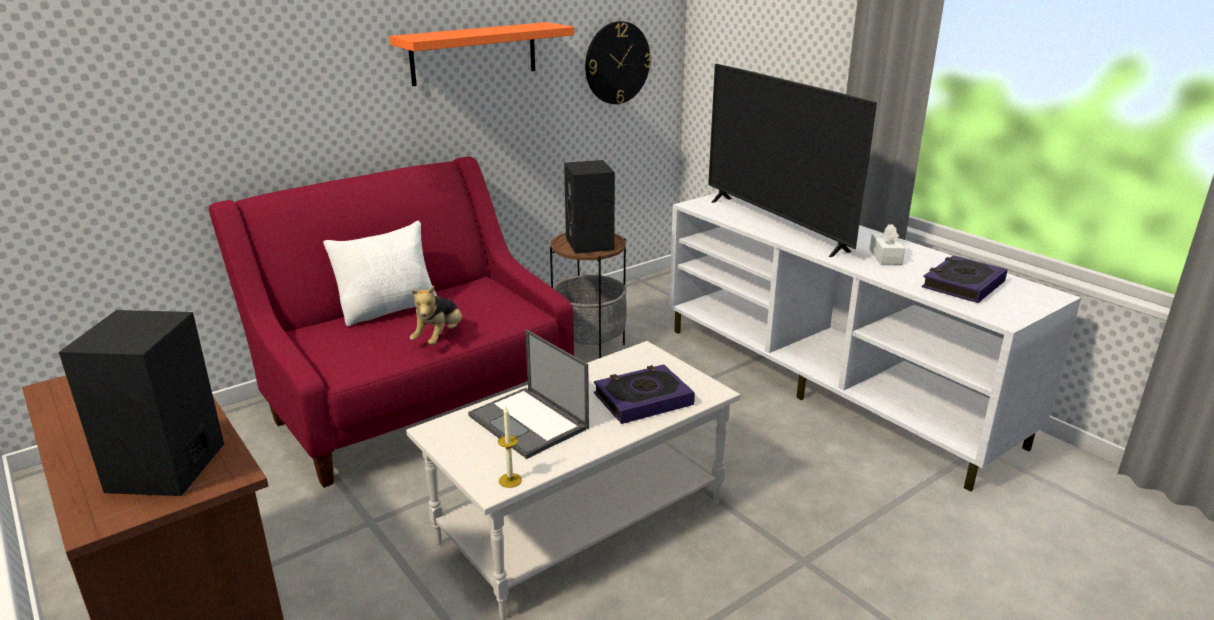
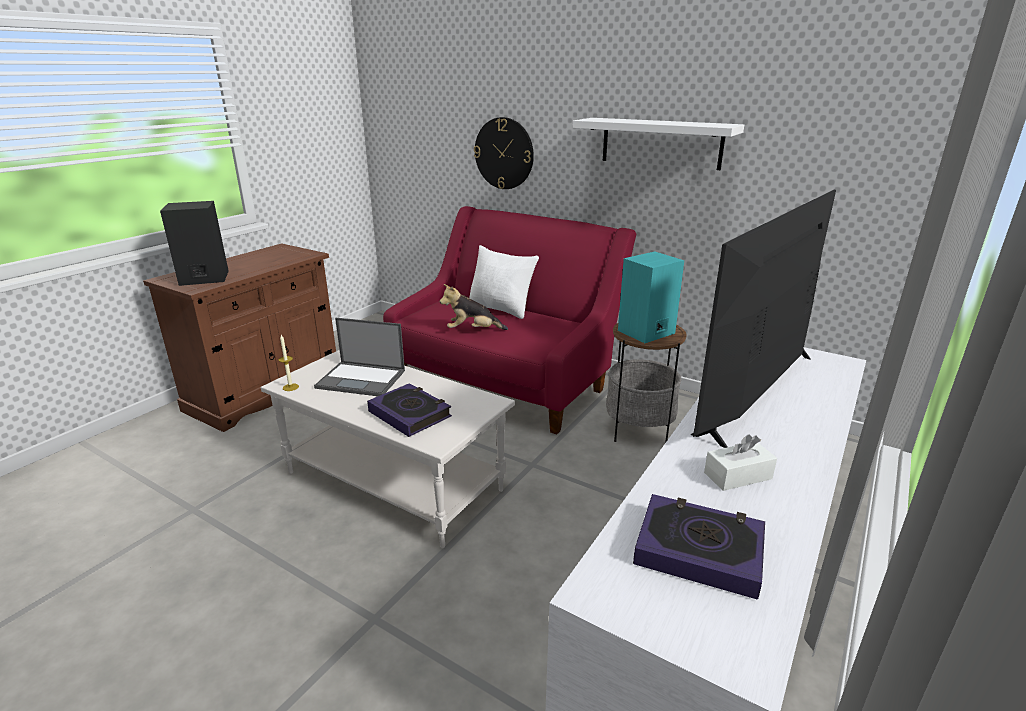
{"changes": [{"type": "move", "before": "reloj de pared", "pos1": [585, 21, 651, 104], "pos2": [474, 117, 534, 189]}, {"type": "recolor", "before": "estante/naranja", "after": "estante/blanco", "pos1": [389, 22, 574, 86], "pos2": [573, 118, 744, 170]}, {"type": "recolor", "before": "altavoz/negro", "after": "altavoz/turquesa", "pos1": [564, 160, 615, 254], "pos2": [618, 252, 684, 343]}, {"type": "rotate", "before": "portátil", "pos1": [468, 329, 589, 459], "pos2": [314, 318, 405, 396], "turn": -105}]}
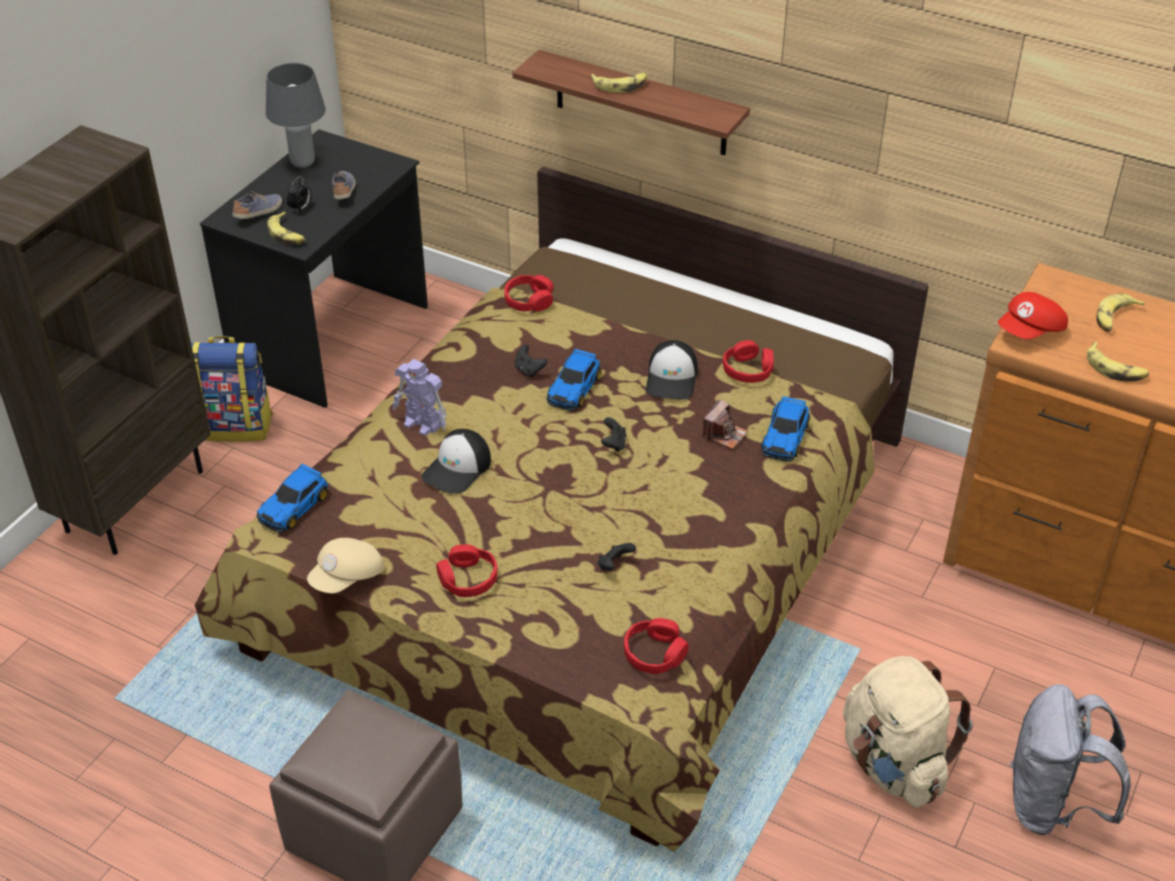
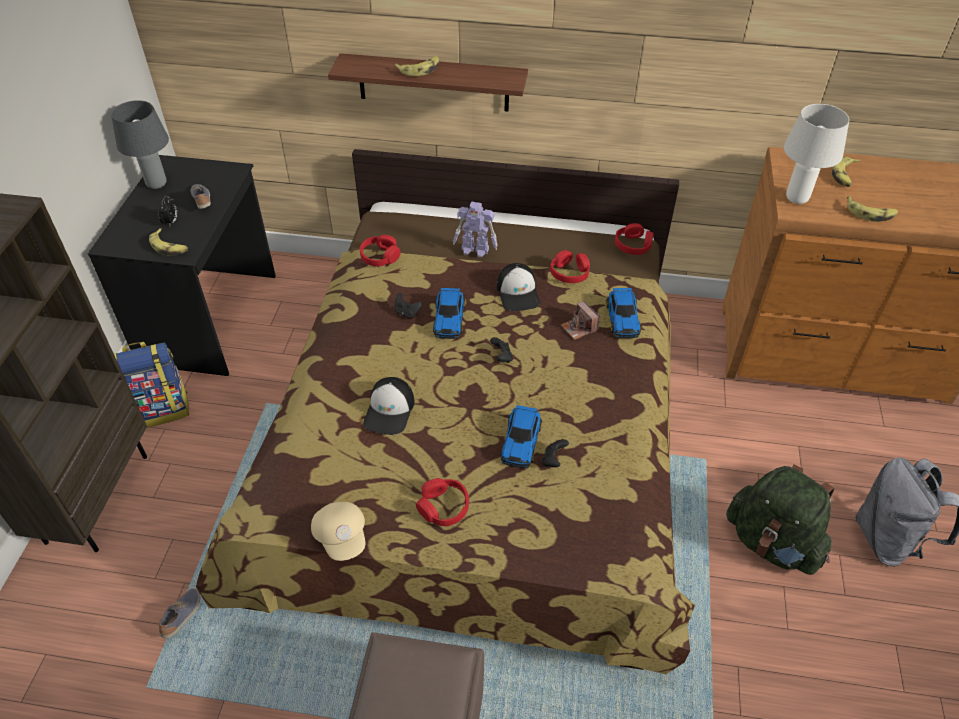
{"changes": [{"type": "move", "before": "zapato", "pos1": [232, 192, 282, 219], "pos2": [159, 588, 200, 638]}, {"type": "move", "before": "coche de juguete", "pos1": [257, 463, 328, 533], "pos2": [500, 405, 542, 468]}, {"type": "move", "before": "robot de juguete", "pos1": [393, 359, 447, 436], "pos2": [453, 202, 497, 257]}, {"type": "move", "before": "auriculares/rojo", "pos1": [624, 618, 689, 674], "pos2": [615, 223, 654, 255]}, {"type": "replace", "before": "gorra/rojo", "after": "lámpara de mesa/blanco", "pos1": [998, 292, 1068, 339], "pos2": [784, 104, 849, 204]}, {"type": "recolor", "before": "mochila/beis", "after": "mochila/verde", "pos1": [843, 656, 973, 807], "pos2": [726, 464, 835, 575]}, {"type": "rotate", "before": "gorra/beis", "pos1": [307, 538, 384, 593], "pos2": [311, 502, 365, 561], "turn": -45}, {"type": "rotate", "before": "cámara", "pos1": [702, 399, 748, 449], "pos2": [561, 301, 600, 340], "turn": 135}]}
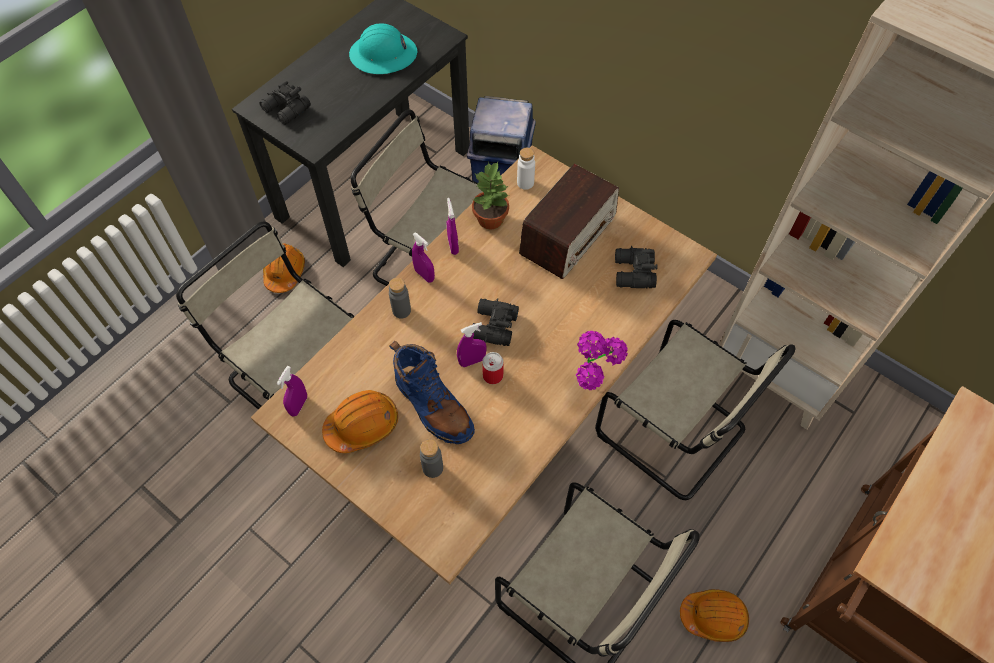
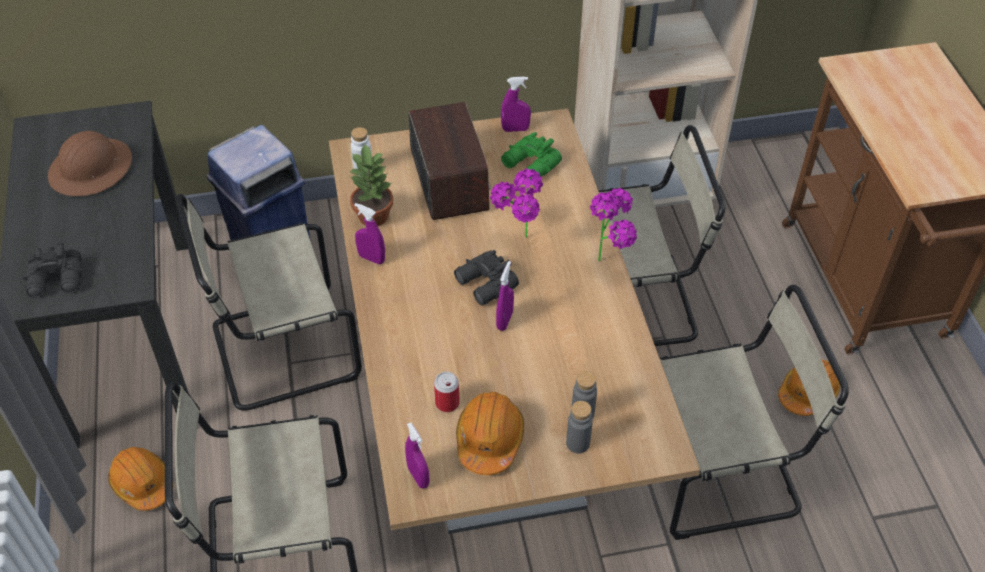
{"changes": [{"type": "delete", "before": "bota/azul", "pos1": [389, 341, 475, 444]}, {"type": "insert", "after": "planta en maceta", "pos2": [490, 168, 543, 237]}, {"type": "move", "before": "botella/gris", "pos1": [389, 277, 411, 319], "pos2": [566, 401, 593, 453]}, {"type": "move", "before": "pulverizador/morado", "pos1": [412, 232, 435, 283], "pos2": [501, 77, 531, 132]}, {"type": "move", "before": "lata", "pos1": [482, 352, 504, 384], "pos2": [434, 372, 460, 412]}, {"type": "recolor", "before": "casco/turquesa", "after": "casco/marrón", "pos1": [349, 23, 417, 74], "pos2": [48, 131, 132, 196]}, {"type": "recolor", "before": "prismáticos/negro", "after": "prismáticos/verde", "pos1": [615, 246, 657, 288], "pos2": [501, 132, 562, 179]}]}
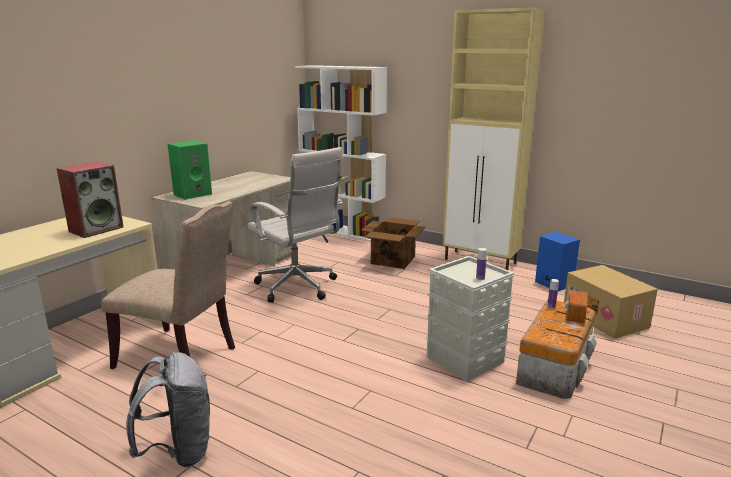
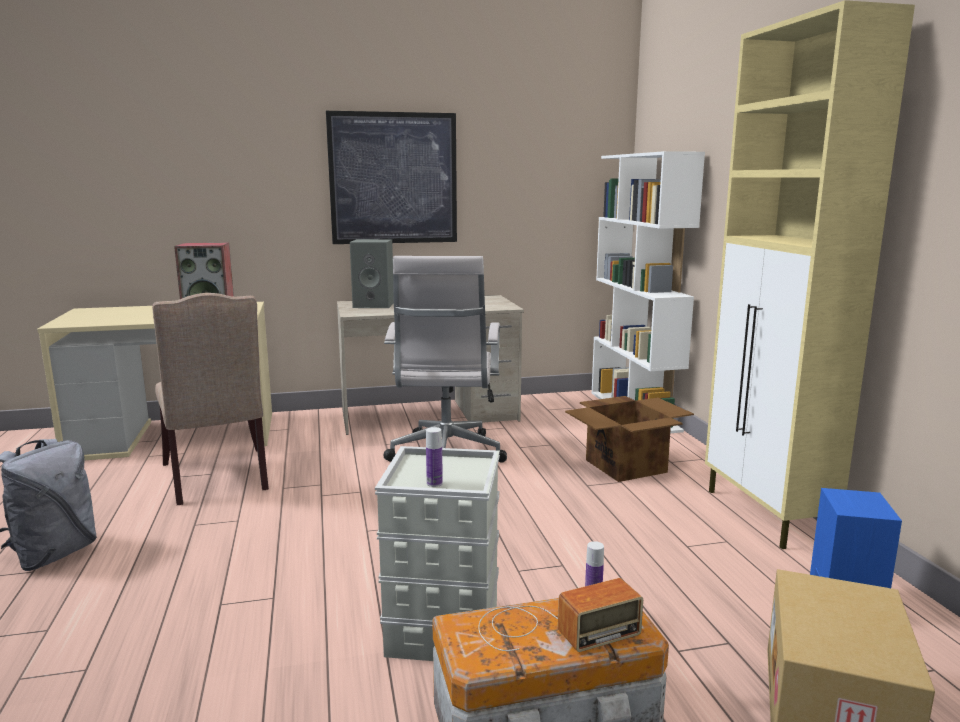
{"changes": [{"type": "insert", "after": "cuadro", "pos2": [326, 111, 457, 244]}, {"type": "recolor", "before": "altavoz/verde", "after": "altavoz/gris", "pos1": [168, 140, 212, 200], "pos2": [350, 239, 394, 308]}]}
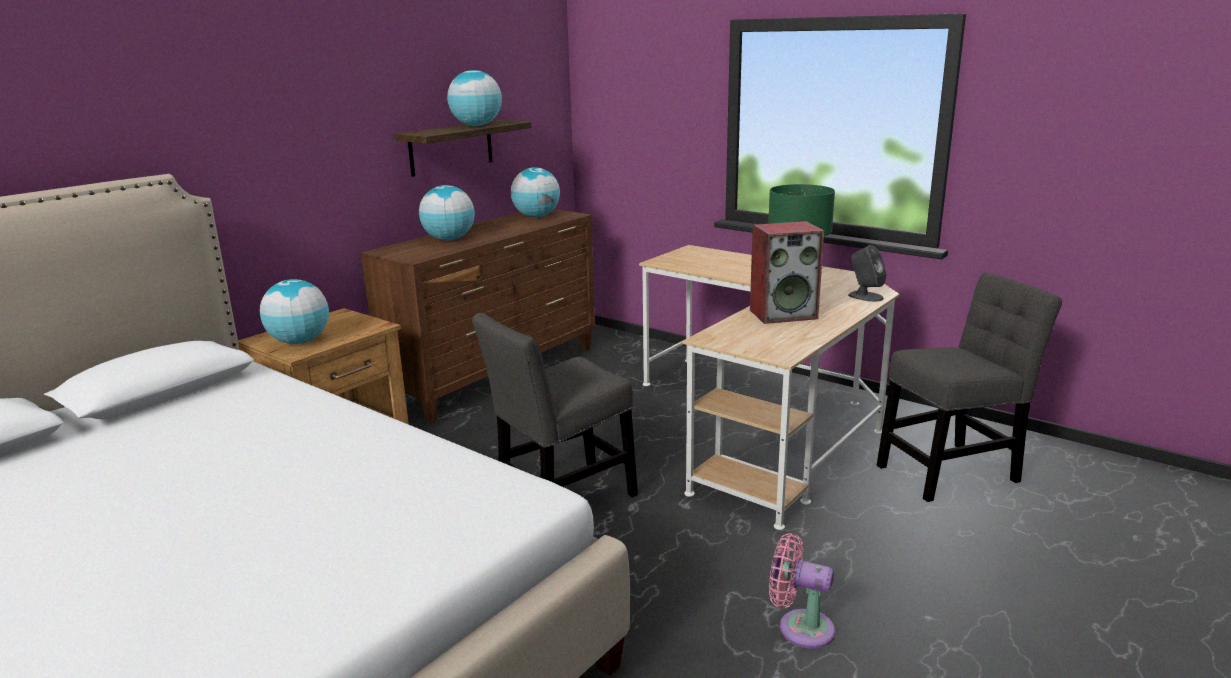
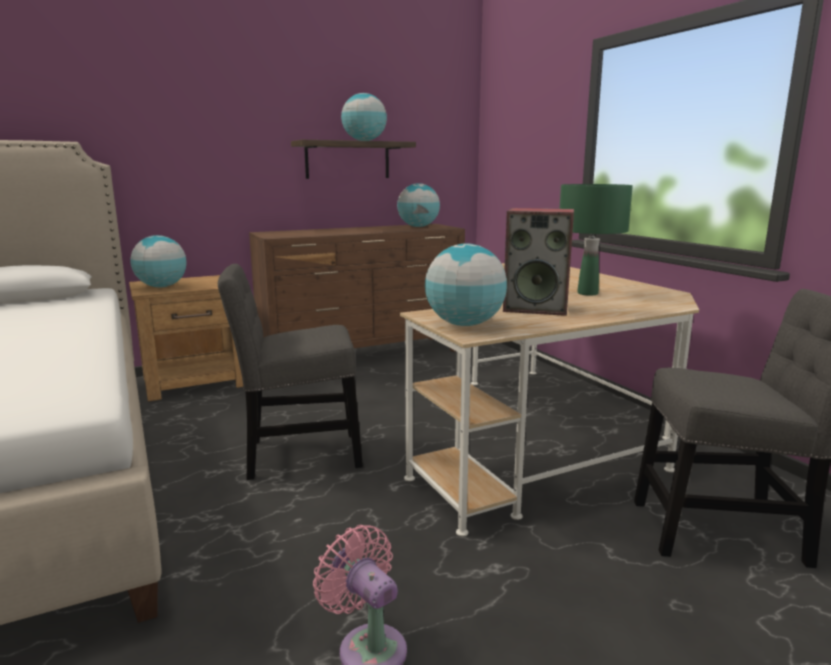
{"changes": [{"type": "delete", "before": "altavoz/gris", "pos1": [848, 245, 887, 302]}, {"type": "move", "before": "globo terráqueo", "pos1": [419, 185, 475, 241], "pos2": [425, 244, 507, 326]}]}
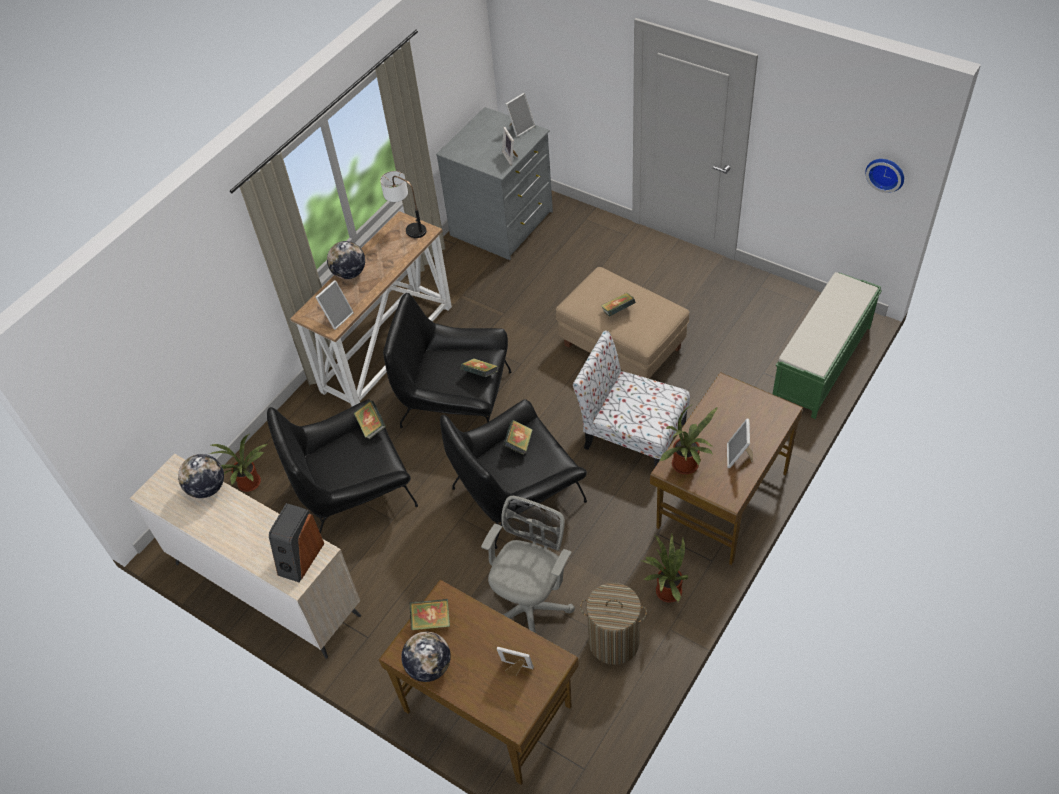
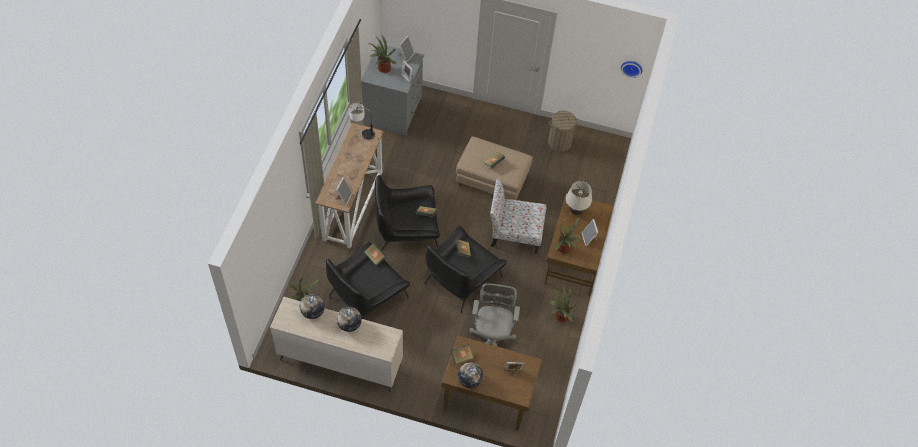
{"changes": [{"type": "delete", "before": "altavoz", "pos1": [269, 503, 324, 583]}, {"type": "delete", "before": "banco/verde", "pos1": [773, 272, 882, 419]}, {"type": "insert", "after": "planta en maceta", "pos2": [369, 36, 397, 73]}, {"type": "insert", "after": "lámpara de mesa/beis", "pos2": [566, 181, 592, 215]}, {"type": "move", "before": "globo terráqueo", "pos1": [327, 241, 365, 279], "pos2": [336, 307, 362, 332]}, {"type": "move", "before": "cesto de la ropa", "pos1": [580, 583, 647, 665], "pos2": [548, 111, 579, 152]}]}
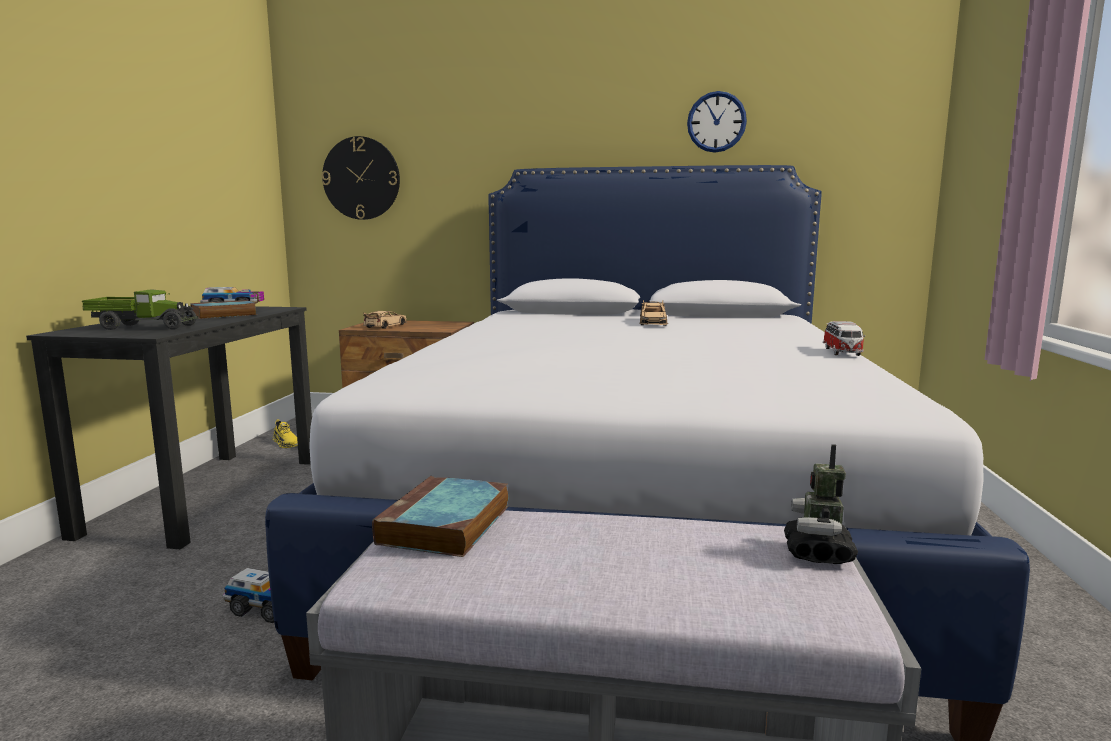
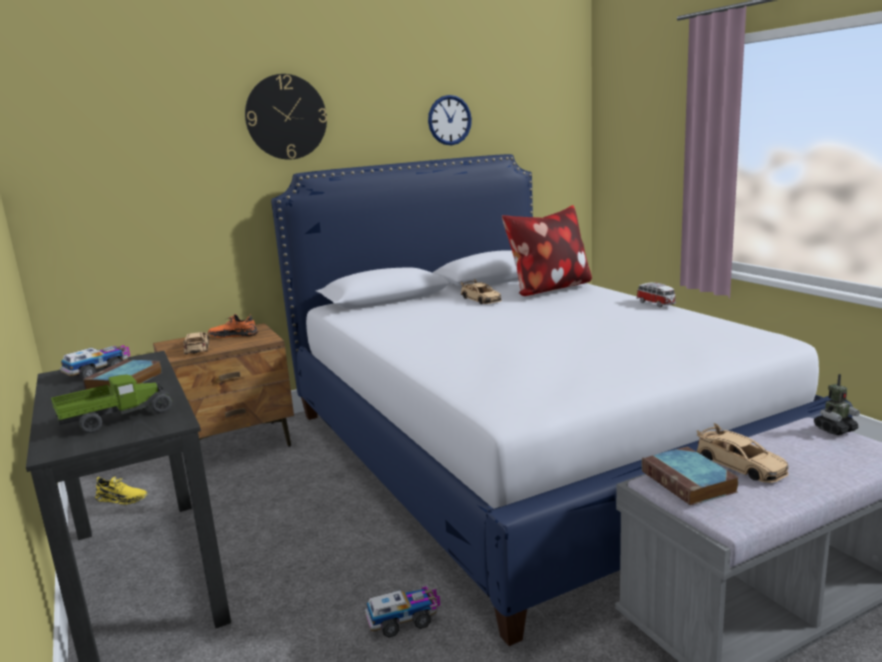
{"changes": [{"type": "insert", "after": "zapato/naranja", "pos2": [208, 314, 258, 338]}, {"type": "insert", "after": "cojín", "pos2": [502, 205, 592, 296]}, {"type": "insert", "after": "coche de juguete/beis", "pos2": [696, 423, 789, 483]}, {"type": "move", "before": "reloj de pared", "pos1": [321, 136, 400, 220], "pos2": [245, 74, 327, 160]}, {"type": "rotate", "before": "robot de juguete", "pos1": [784, 444, 858, 564], "pos2": [814, 374, 860, 435], "turn": -90}]}
